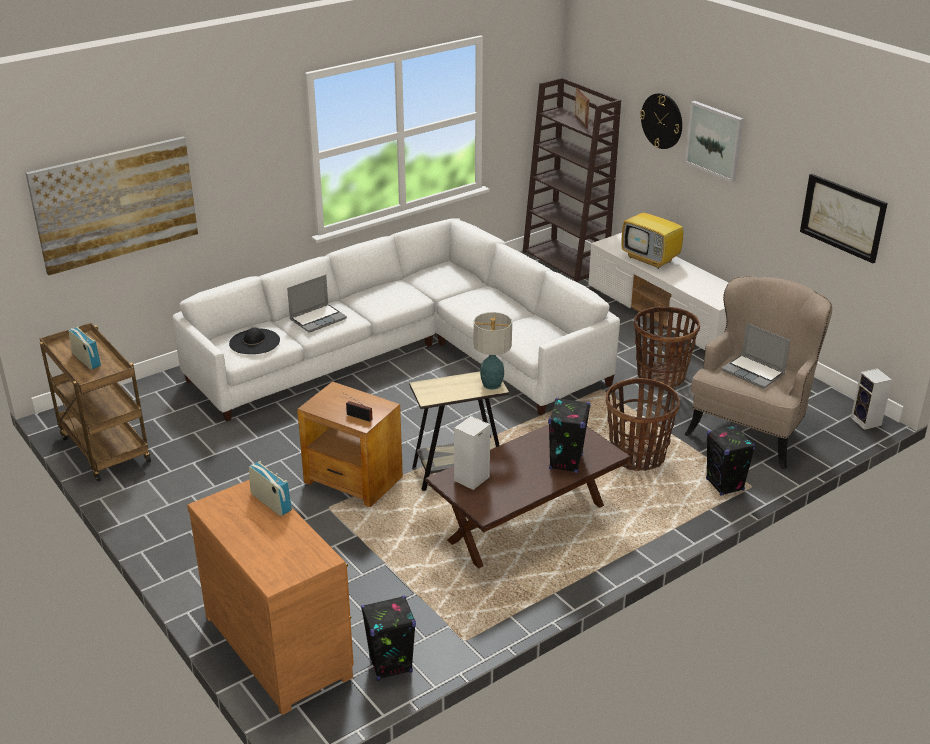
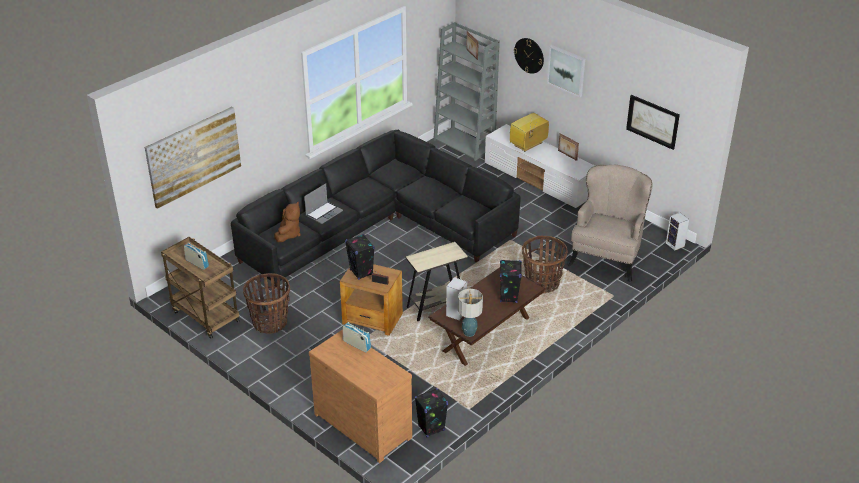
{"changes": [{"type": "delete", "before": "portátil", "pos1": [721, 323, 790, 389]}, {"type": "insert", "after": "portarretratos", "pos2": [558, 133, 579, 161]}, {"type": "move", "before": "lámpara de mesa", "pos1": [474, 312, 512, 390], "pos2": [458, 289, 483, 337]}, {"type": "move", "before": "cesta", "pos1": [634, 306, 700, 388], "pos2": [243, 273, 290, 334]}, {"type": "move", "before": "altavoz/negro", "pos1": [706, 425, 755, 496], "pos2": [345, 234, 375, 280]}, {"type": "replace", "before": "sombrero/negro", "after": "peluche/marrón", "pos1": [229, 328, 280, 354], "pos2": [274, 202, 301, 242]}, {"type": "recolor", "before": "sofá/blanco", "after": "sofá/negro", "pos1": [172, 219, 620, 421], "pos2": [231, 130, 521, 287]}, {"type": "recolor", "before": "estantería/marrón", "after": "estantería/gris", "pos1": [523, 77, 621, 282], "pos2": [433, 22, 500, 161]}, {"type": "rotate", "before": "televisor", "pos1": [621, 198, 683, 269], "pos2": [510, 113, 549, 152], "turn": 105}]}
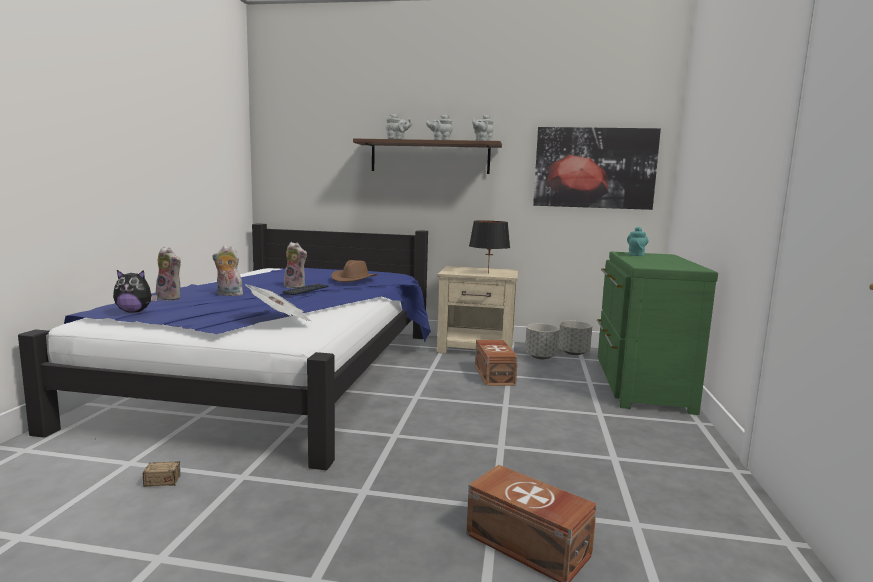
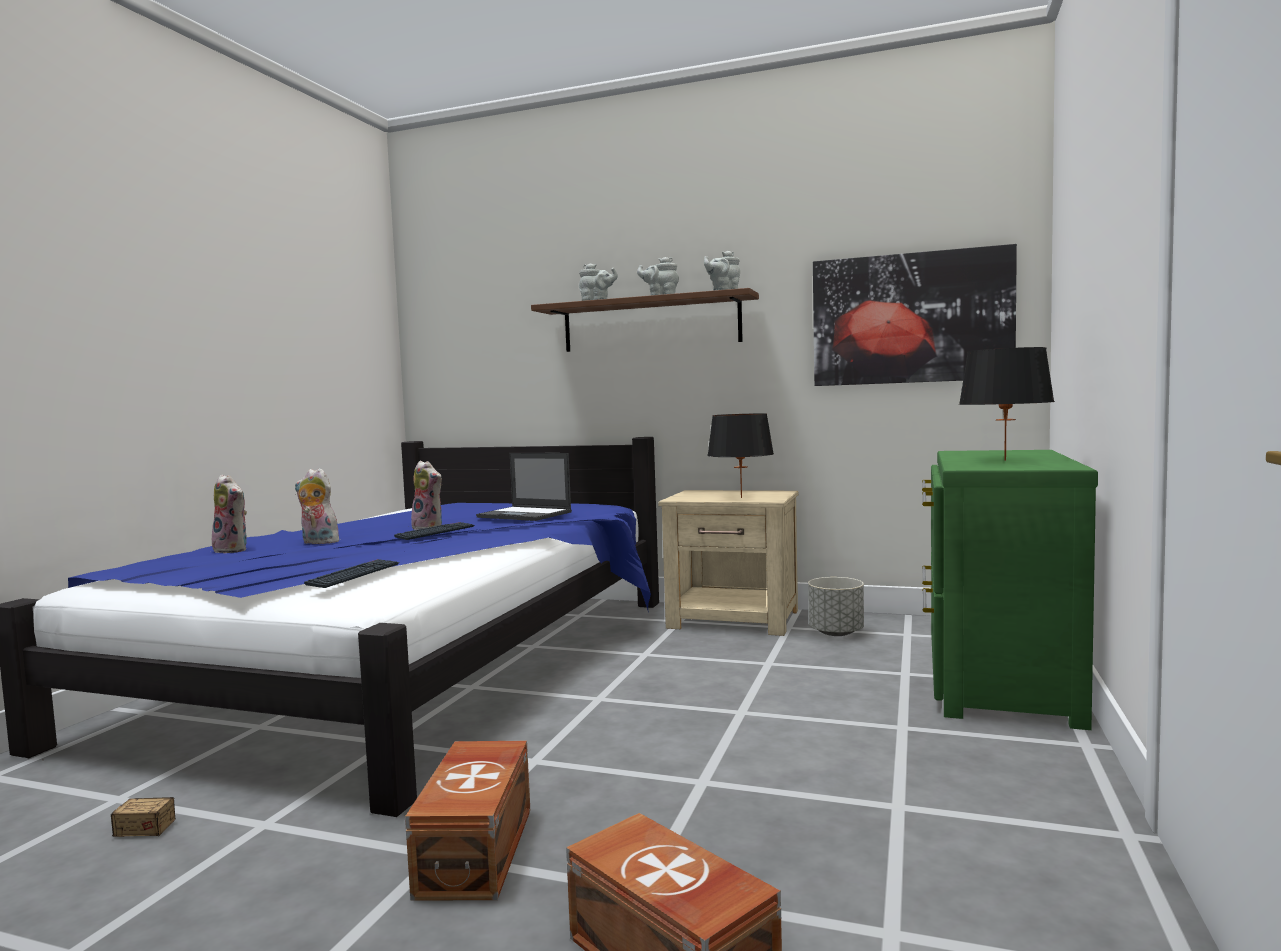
{"changes": [{"type": "delete", "before": "peluche", "pos1": [113, 270, 158, 313]}, {"type": "delete", "before": "maceta/gris", "pos1": [558, 321, 592, 355]}, {"type": "delete", "before": "tetera/turquesa", "pos1": [627, 226, 648, 256]}, {"type": "insert", "after": "lámpara de mesa/negro", "pos2": [959, 347, 1055, 461]}, {"type": "move", "before": "caja de almacenaje/marrón", "pos1": [475, 340, 518, 386], "pos2": [405, 741, 530, 900]}, {"type": "replace", "before": "periódico", "after": "teclado", "pos1": [245, 284, 311, 321], "pos2": [304, 559, 399, 588]}, {"type": "replace", "before": "sombrero/marrón", "after": "portátil", "pos1": [331, 260, 378, 282], "pos2": [476, 453, 572, 521]}]}
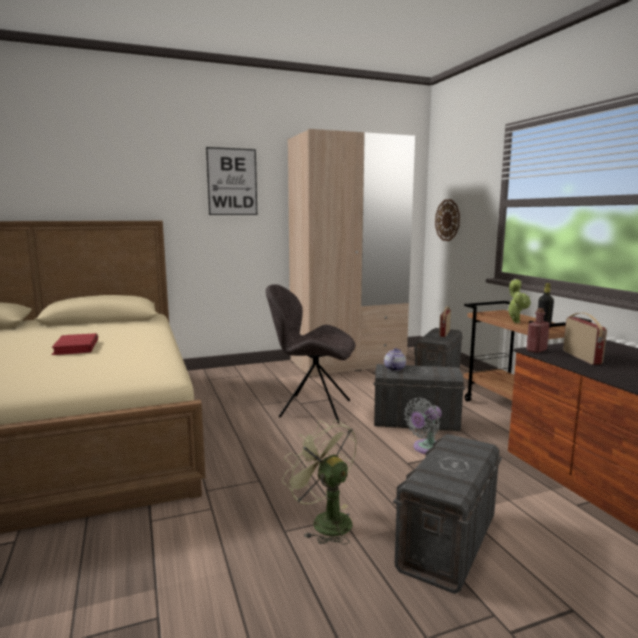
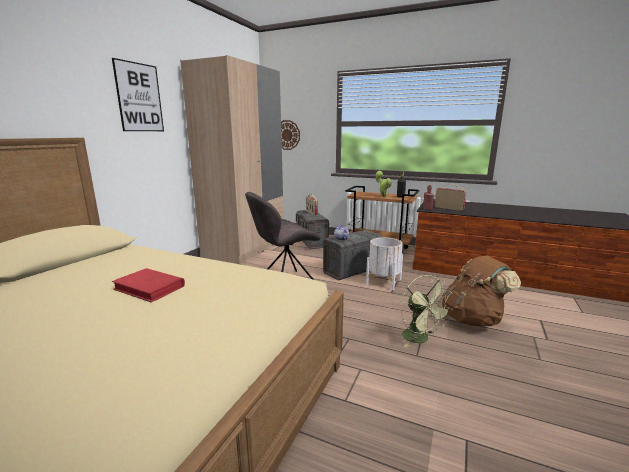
{"changes": [{"type": "replace", "before": "caja de almacenaje/gris", "after": "mochila/marrón", "pos1": [393, 434, 502, 594], "pos2": [442, 256, 521, 326]}, {"type": "replace", "before": "ventilador/gris", "after": "maceta/blanco", "pos1": [404, 398, 442, 454], "pos2": [366, 237, 403, 290]}, {"type": "rotate", "before": "ventilador/verde", "pos1": [282, 420, 357, 545], "pos2": [401, 275, 453, 348], "turn": -120}]}
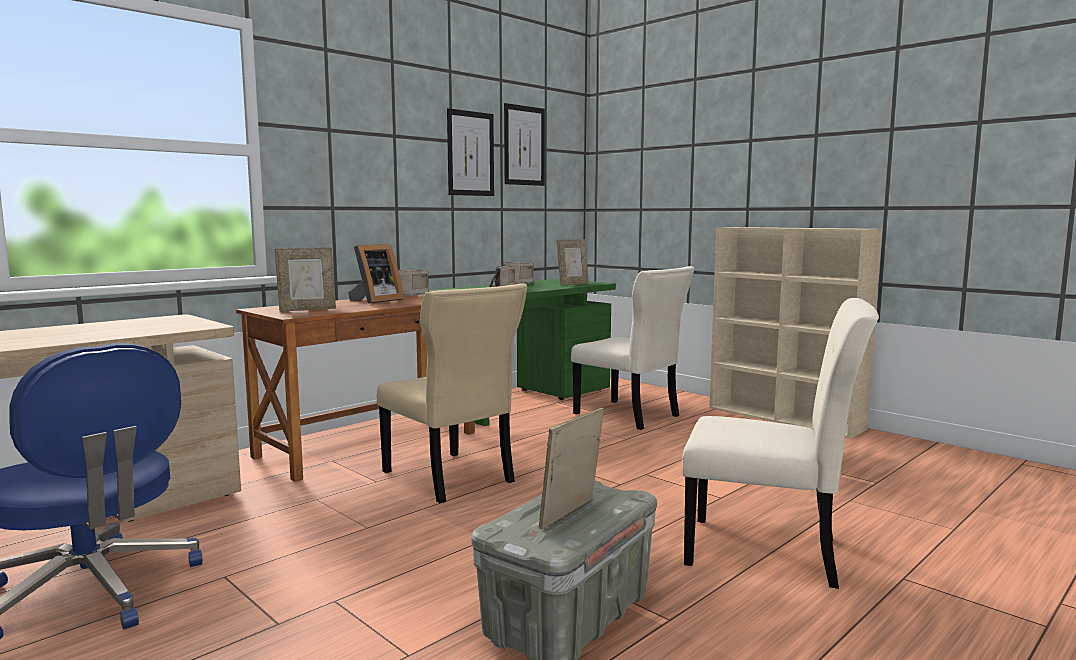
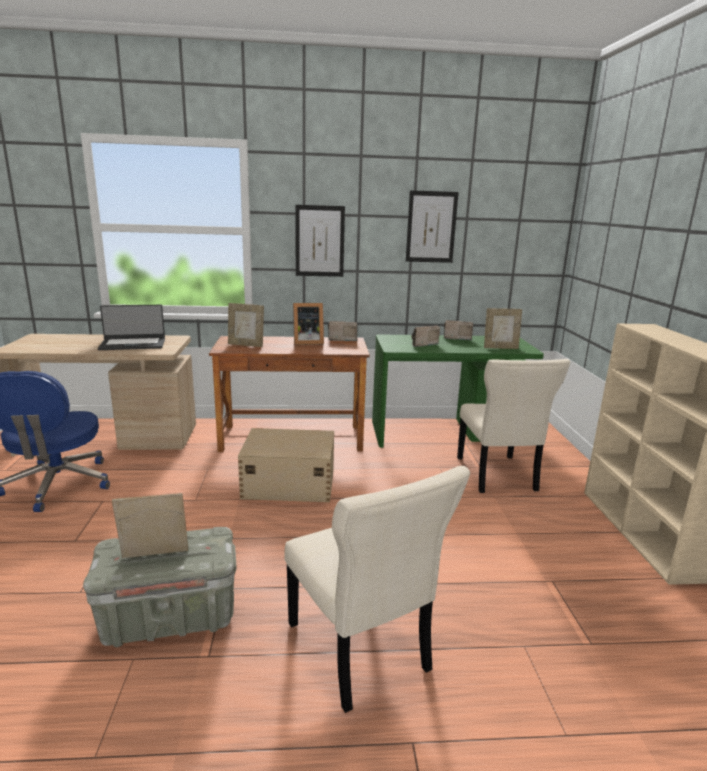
{"changes": [{"type": "insert", "after": "portátil", "pos2": [98, 305, 165, 350]}, {"type": "move", "before": "cuadro", "pos1": [504, 103, 545, 186], "pos2": [295, 205, 345, 277]}, {"type": "replace", "before": "silla/beis", "after": "caja de almacenaje/beis", "pos1": [377, 283, 527, 503], "pos2": [238, 428, 334, 502]}]}
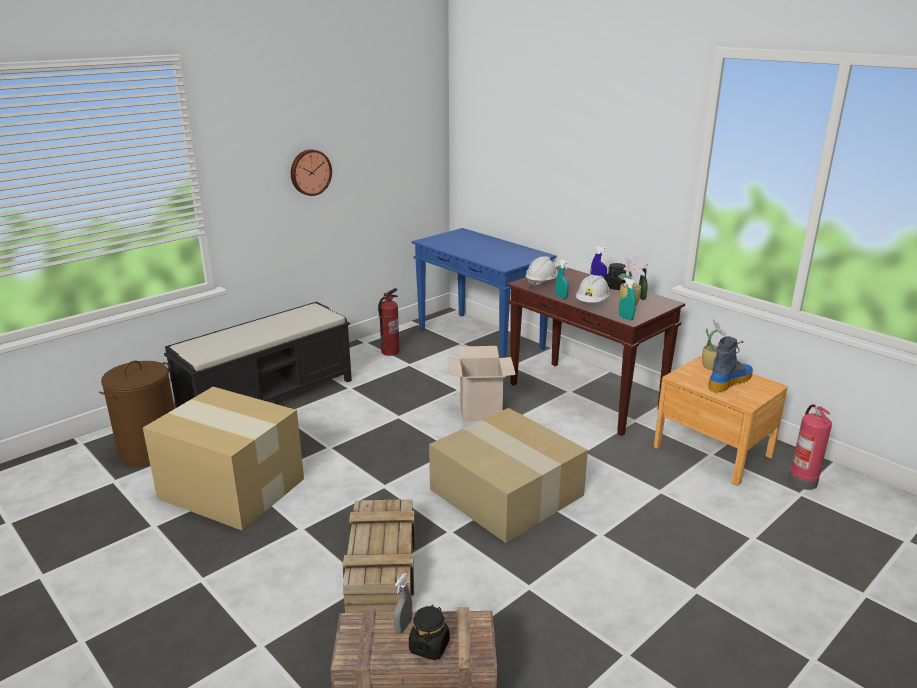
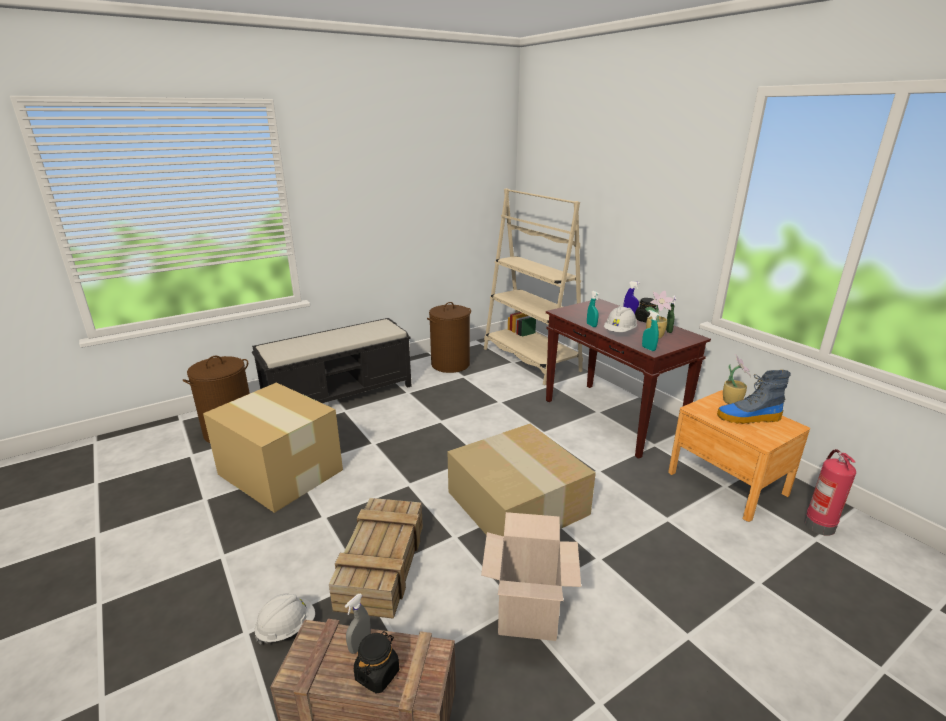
{"changes": [{"type": "delete", "before": "reloj de pared", "pos1": [291, 149, 332, 196]}, {"type": "move", "before": "caja de cartón", "pos1": [448, 346, 516, 422], "pos2": [481, 512, 581, 641]}, {"type": "move", "before": "casco/blanco", "pos1": [526, 256, 558, 287], "pos2": [254, 594, 315, 645]}, {"type": "replace", "before": "extintor", "after": "cesto de la ropa/marrón", "pos1": [378, 288, 399, 356], "pos2": [427, 302, 471, 373]}, {"type": "replace", "before": "mesa consola/azul", "after": "estantería/beis", "pos1": [412, 228, 556, 358], "pos2": [484, 188, 583, 385]}, {"type": "rotate", "before": "bota", "pos1": [708, 336, 753, 393], "pos2": [717, 370, 791, 424], "turn": -150}]}
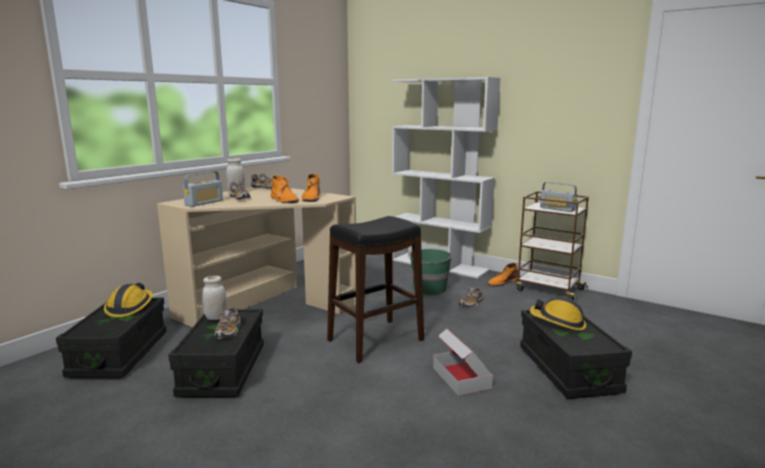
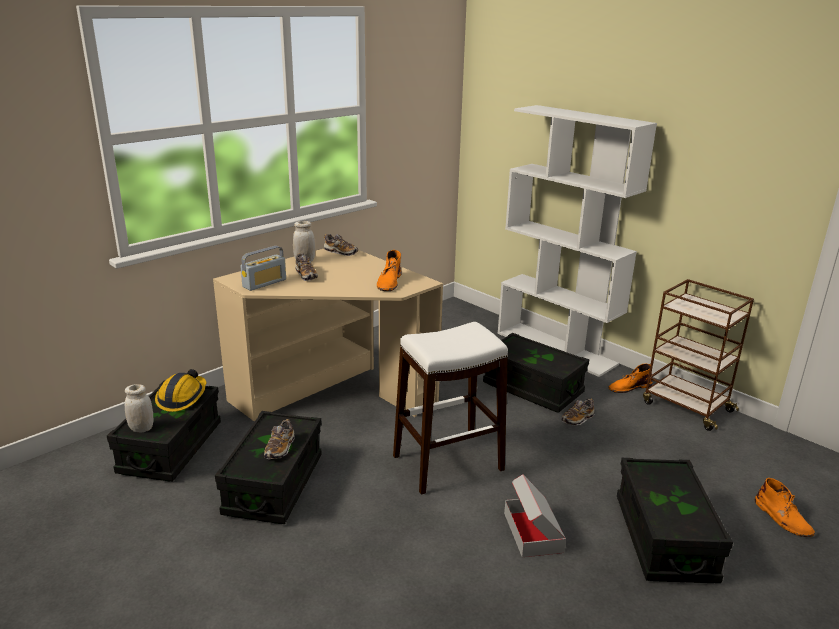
{"changes": [{"type": "delete", "before": "casco", "pos1": [530, 297, 586, 331]}, {"type": "delete", "before": "radio", "pos1": [540, 182, 577, 212]}, {"type": "move", "before": "tarro/blanco", "pos1": [202, 276, 227, 320], "pos2": [125, 384, 153, 433]}, {"type": "move", "before": "bota/naranja", "pos1": [271, 175, 299, 203], "pos2": [755, 478, 815, 537]}, {"type": "replace", "before": "cubo/verde", "after": "caja de almacenaje/negro", "pos1": [408, 249, 452, 295], "pos2": [483, 333, 589, 413]}, {"type": "recolor", "before": "taburete/negro", "after": "taburete/blanco", "pos1": [327, 216, 424, 363], "pos2": [393, 322, 508, 495]}]}
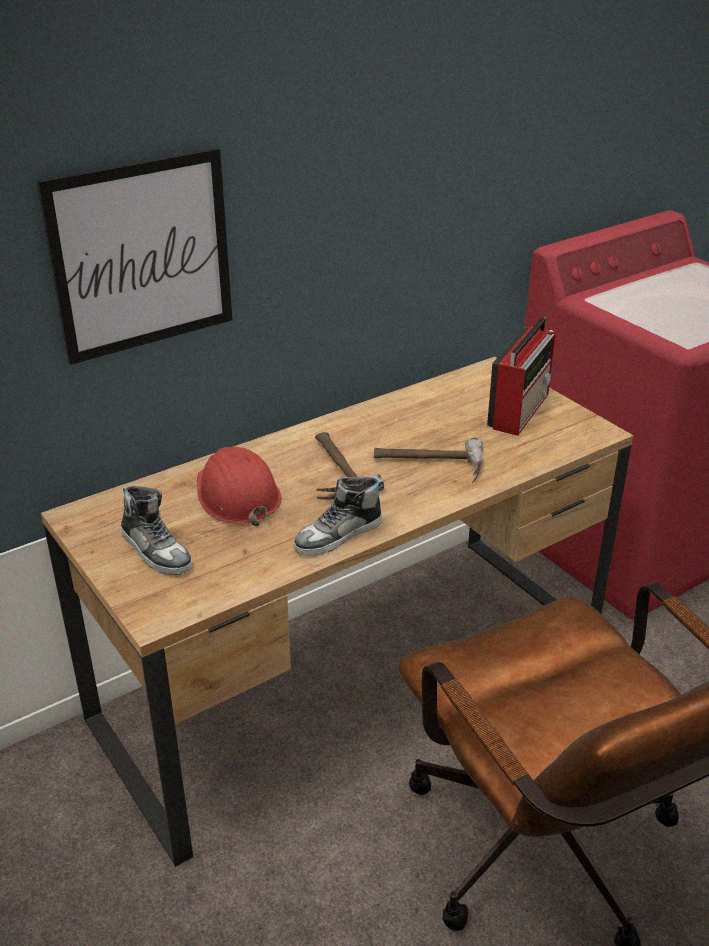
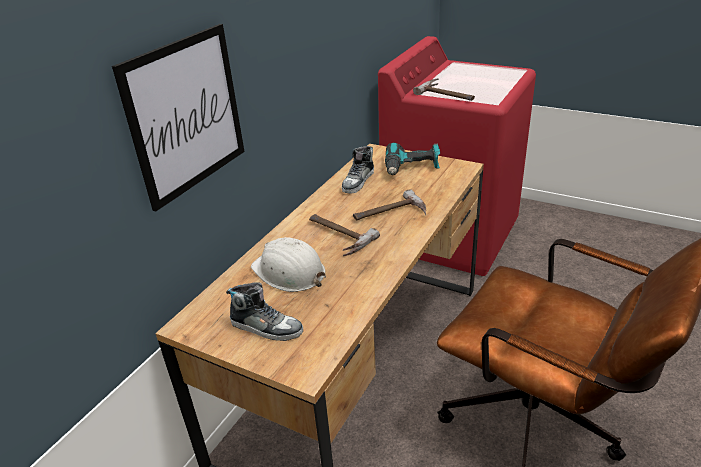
{"changes": [{"type": "insert", "after": "martillo", "pos2": [413, 79, 475, 101]}, {"type": "move", "before": "zapato", "pos1": [294, 477, 384, 557], "pos2": [342, 146, 374, 194]}, {"type": "replace", "before": "radio", "after": "taladro", "pos1": [487, 317, 556, 436], "pos2": [385, 142, 440, 175]}, {"type": "recolor", "before": "casco/rojo", "after": "casco/blanco", "pos1": [197, 447, 282, 526], "pos2": [251, 237, 326, 292]}]}
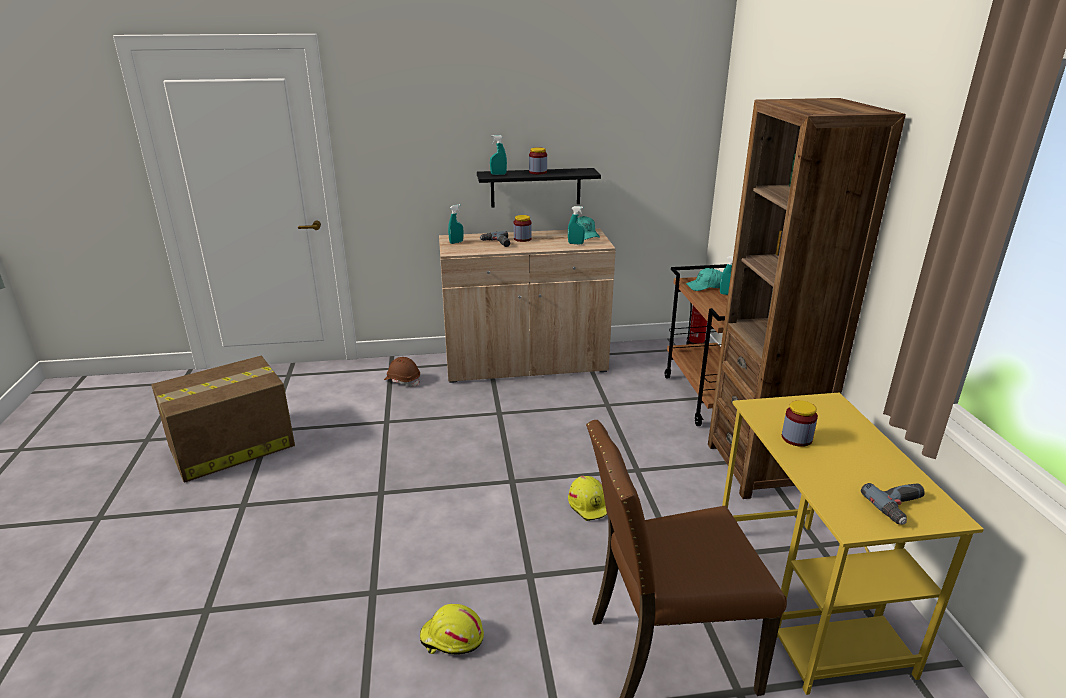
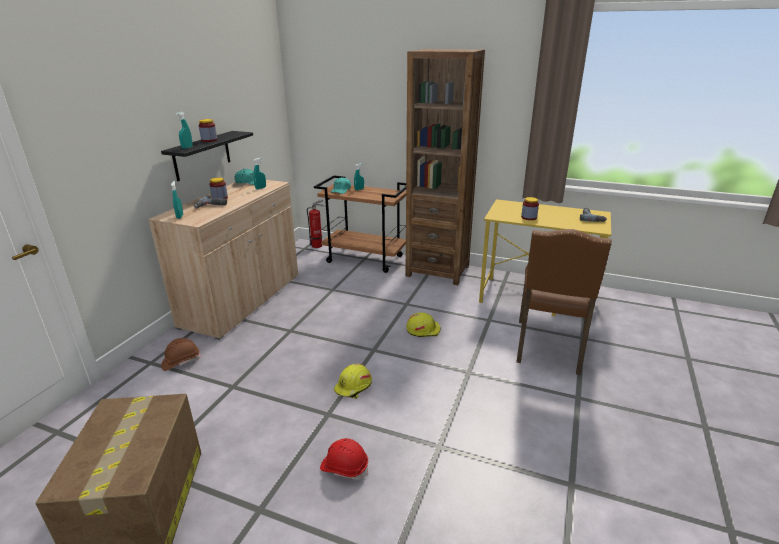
{"changes": [{"type": "insert", "after": "casco/rojo", "pos2": [320, 438, 368, 480]}, {"type": "move", "before": "casco/amarillo", "pos1": [420, 604, 484, 655], "pos2": [334, 364, 372, 399]}]}
